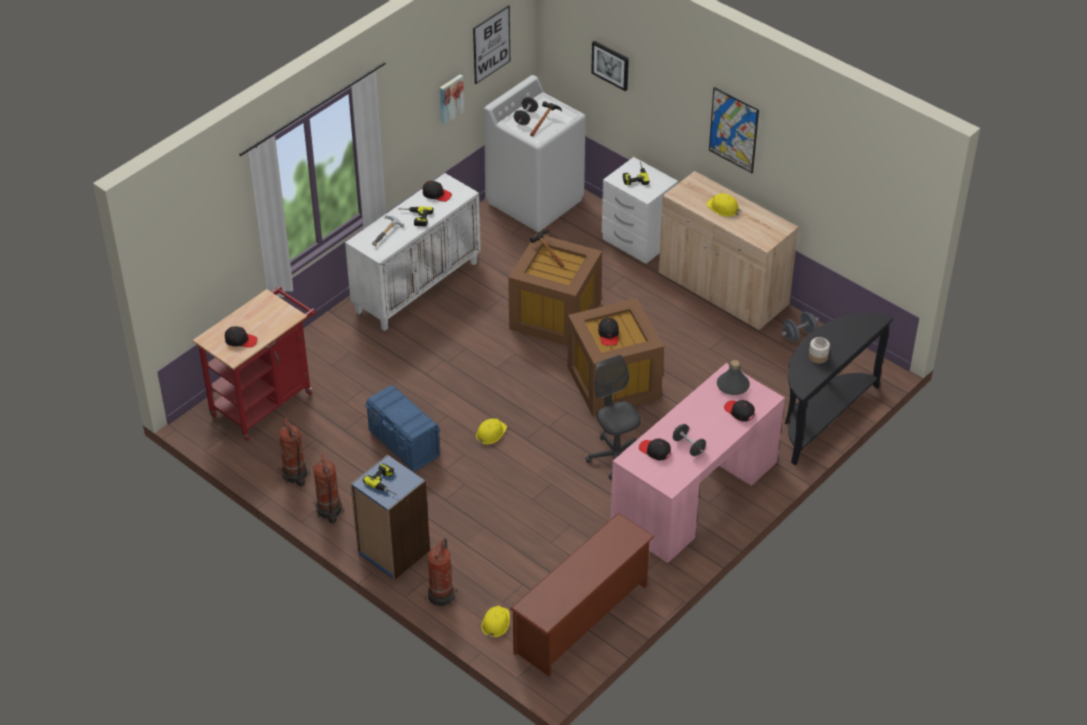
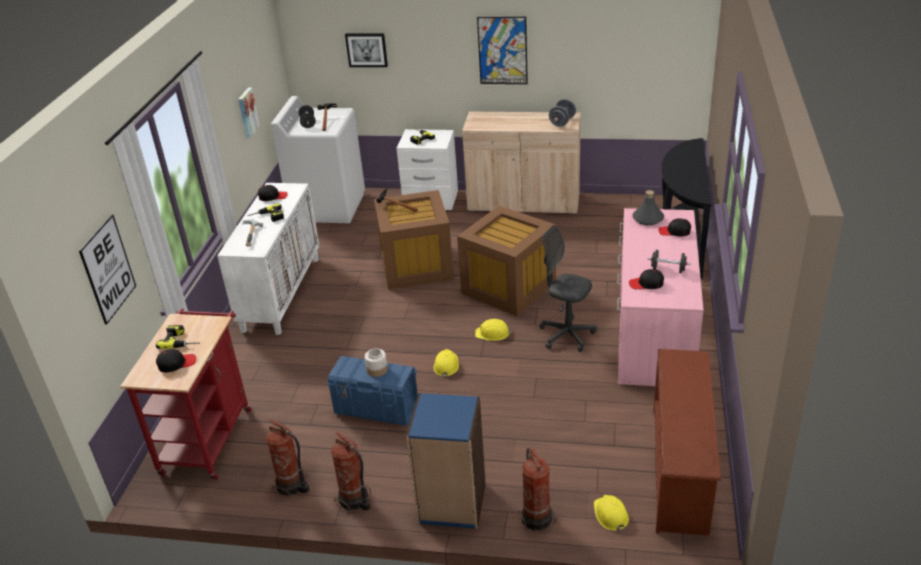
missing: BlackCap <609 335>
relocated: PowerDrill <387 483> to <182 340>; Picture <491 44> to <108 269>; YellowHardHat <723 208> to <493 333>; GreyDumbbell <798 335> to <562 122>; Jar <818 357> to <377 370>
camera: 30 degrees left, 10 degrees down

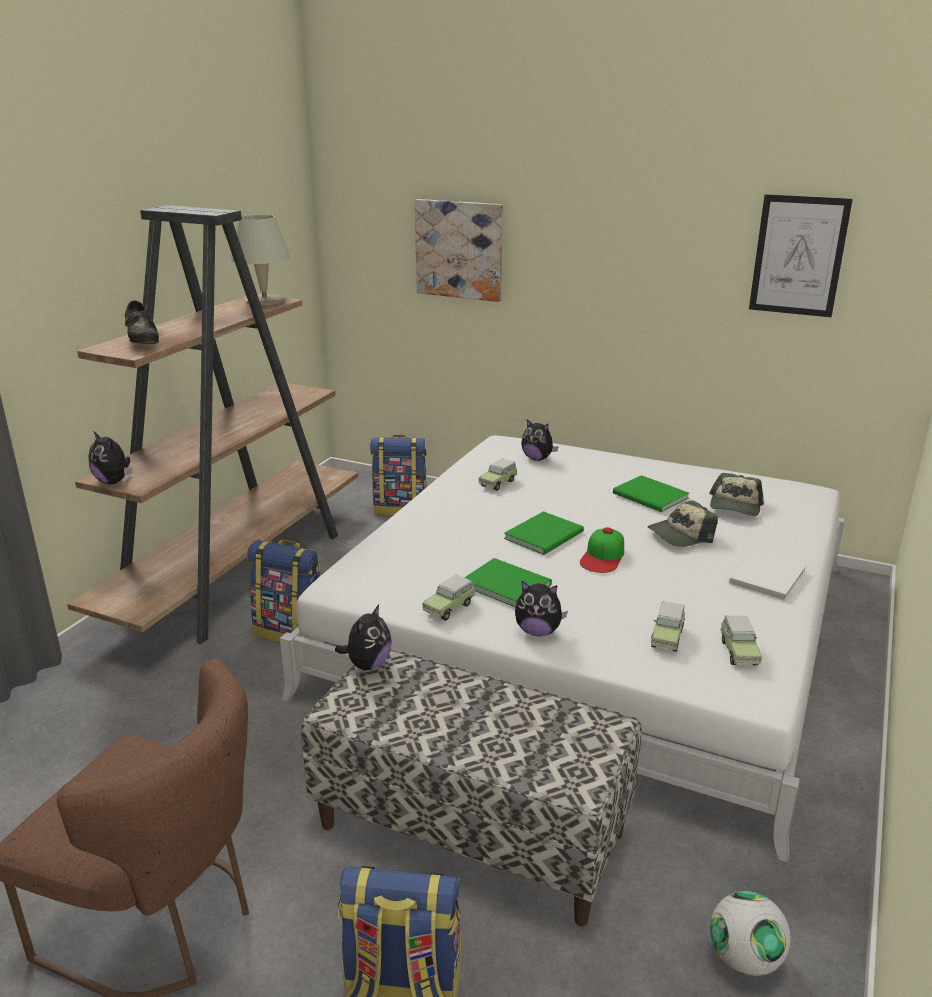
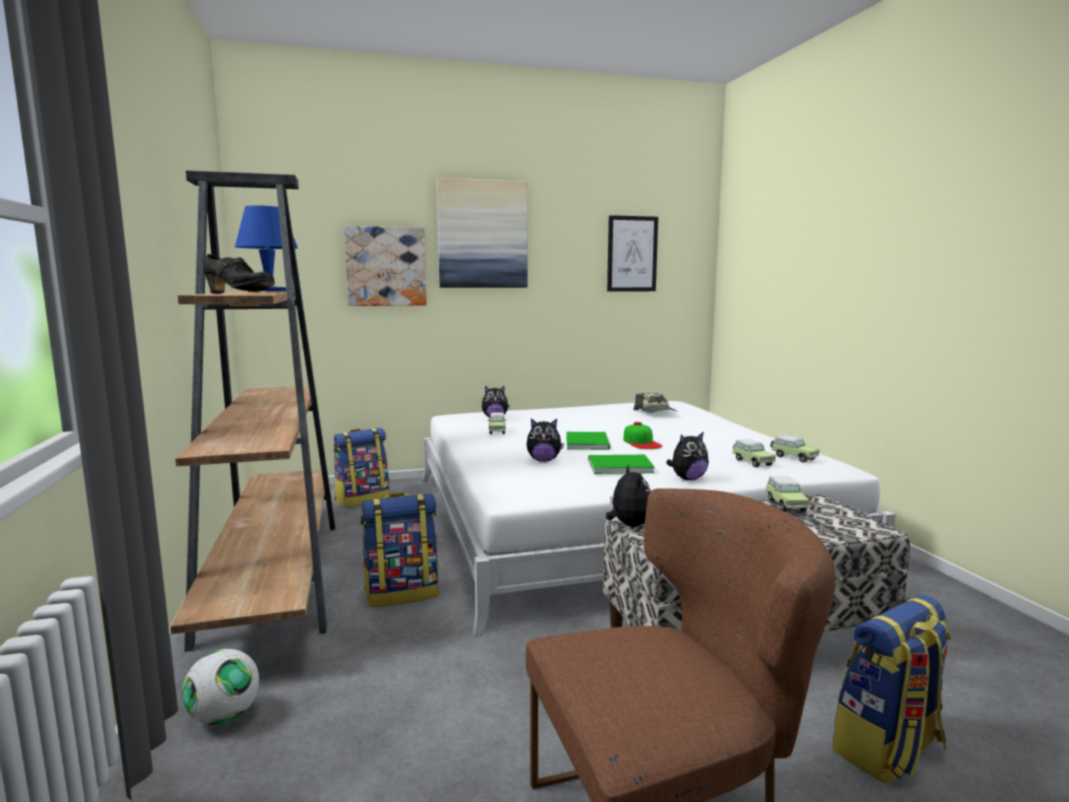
missing: GreenBook <651 497>; Cap <680 535>; WhiteBook <764 577>
appeared: Picture <482 234>
relocated: PlushToy <114 482> to <543 460>; ToyCar <450 607> to <785 505>; Football <744 958> to <224 717>
colour: BeigeTableLamp <264 301> to BlueTableLamp <269 290>
camera: 40 degrees left, 15 degrees down

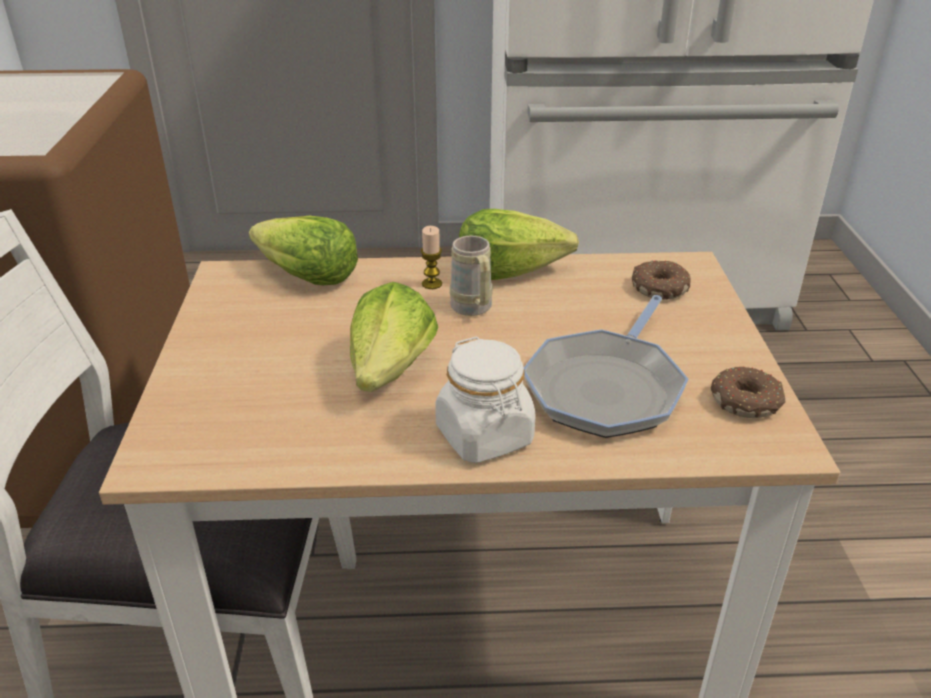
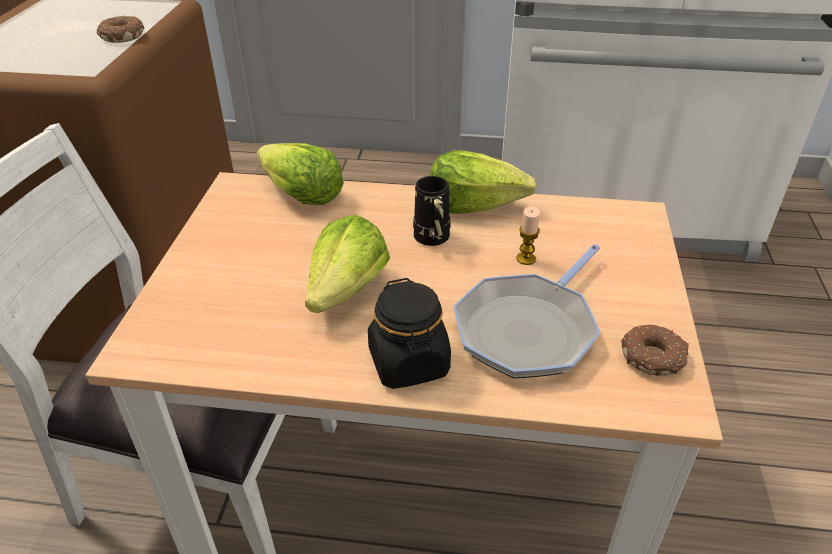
relocated: Candle <432 284> to <526 259>; Donut <658 287> to <122 36>
colour: WhiteJar <485 436> to BlackJar <409 363>; BeigeMug <473 310> to BlackMug <432 240>
camera: 10 degrees right, 5 degrees up

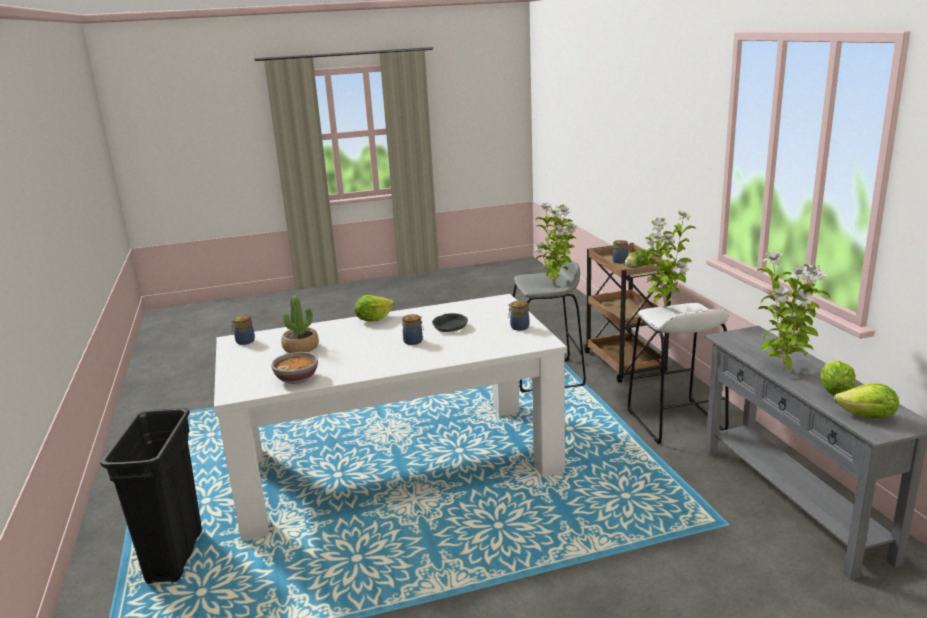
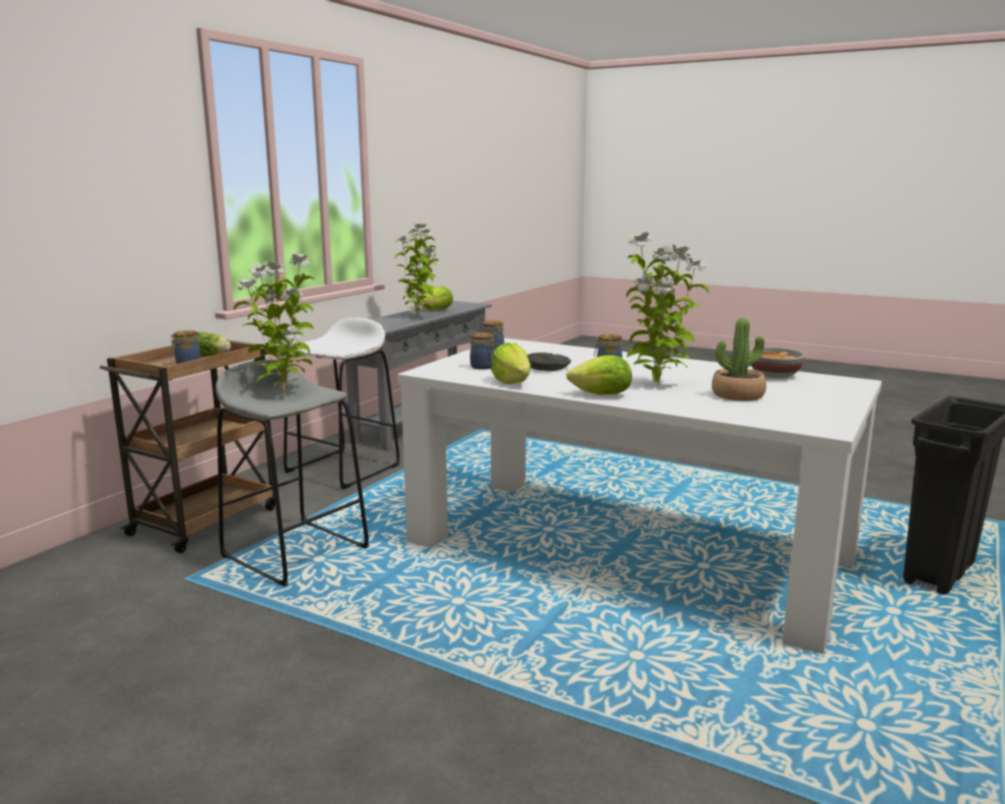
relocated: Jar <244 341> to <483 367>; PottedPlant <663 308> to <657 385>; Lettuce <867 417> to <512 382>
camera: 135 degrees left, 5 degrees down

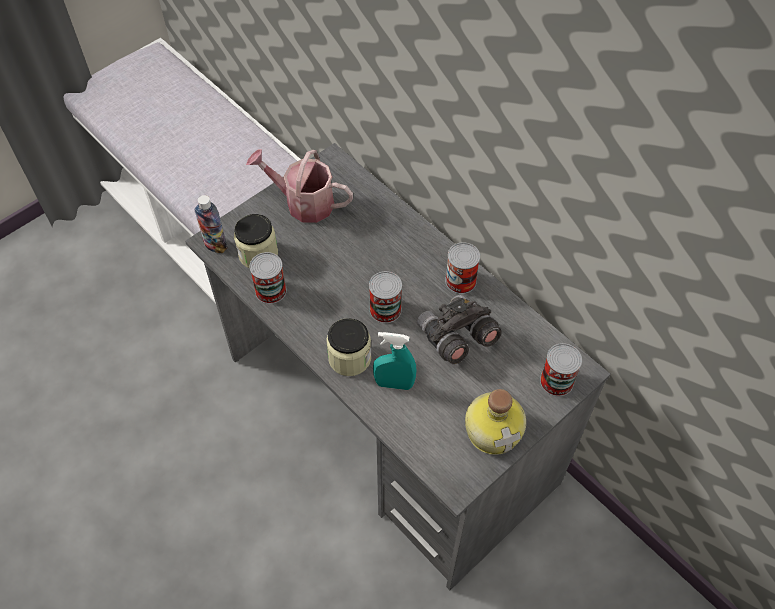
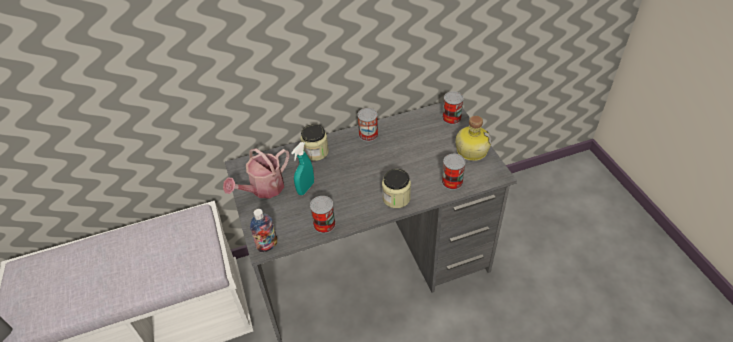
missing: GreyBinoculars <456 338>
relocated: Jar <258 254> to <315 152>; Can <385 309> to <452 181>; TurquoiseSprayBottle <394 384> to <305 188>
camera: 65 degrees left, 10 degrees down

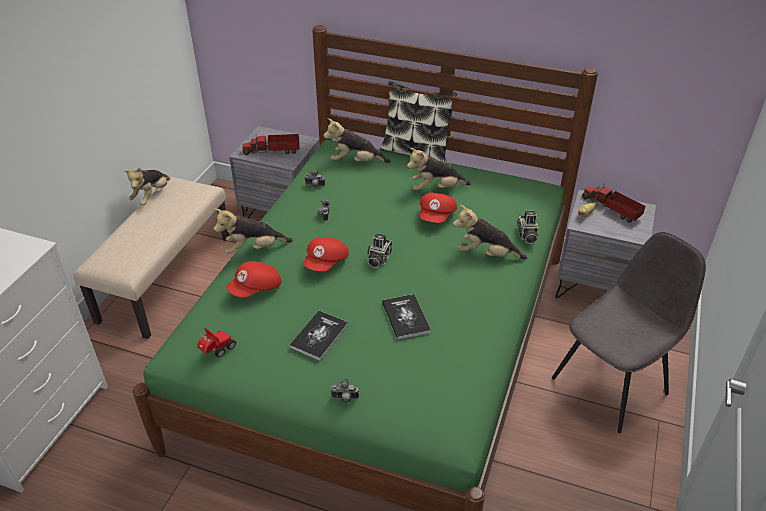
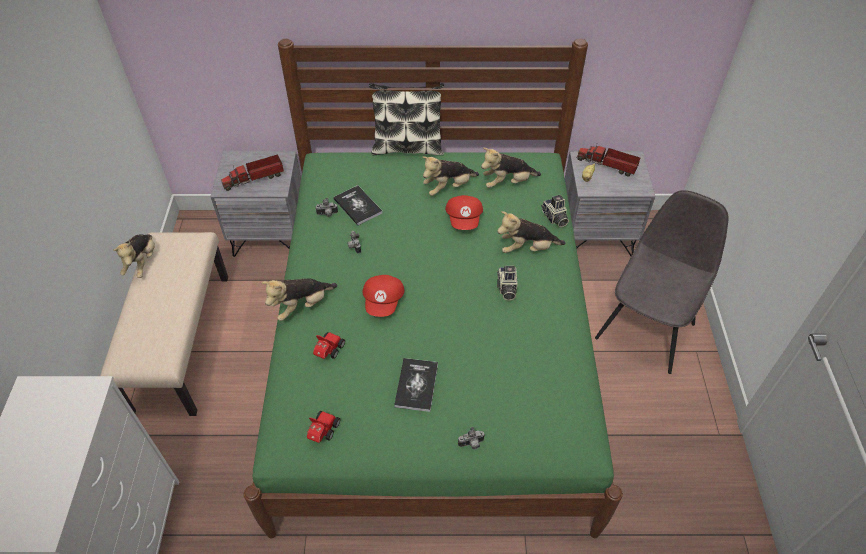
relocated: PlushToy <356 162> to <507 183>; PhotoCamera <378 259> to <506 288>; Book <405 317> to <357 206>
exchanged: RedCap <256 289> to ToyCar <328 351>
camera: 20 degrees left, 10 degrees up

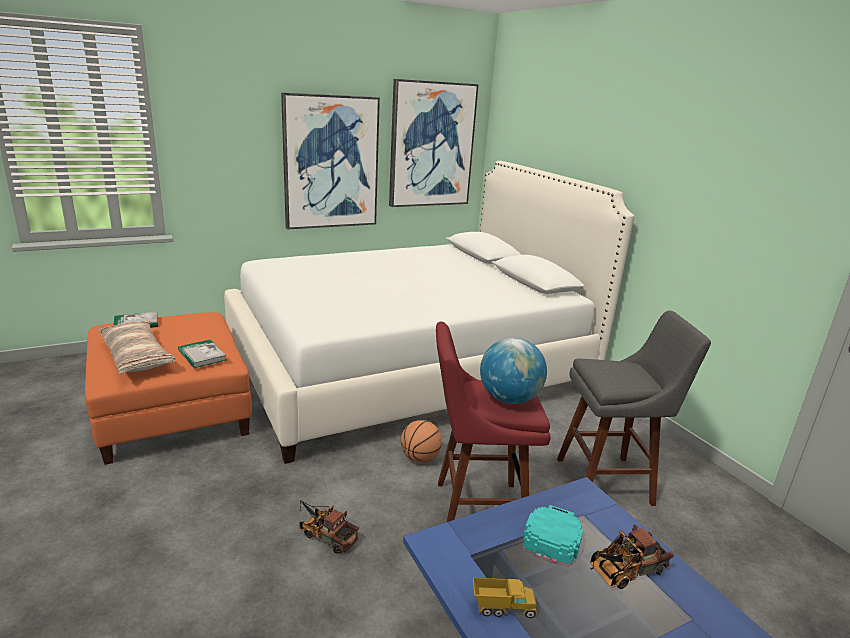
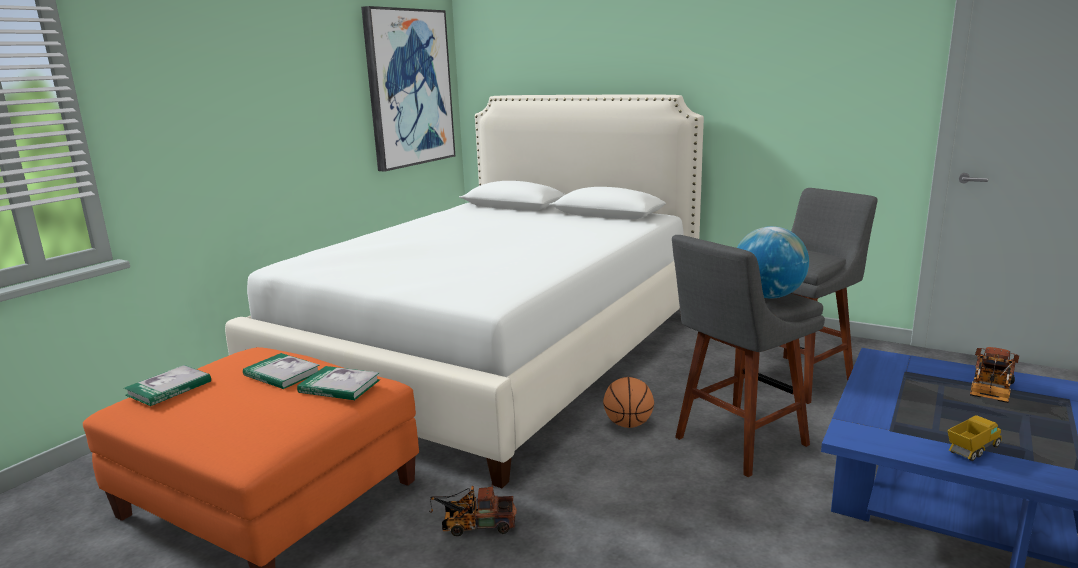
missing: Pillow <137 356>; Picture <330 162>; TurquoiseCap <553 535>
appeared: Book <282 374>
relocated: ToyTruck <325 535> to <474 525>
colour: RedStool <474 509> to GreyStool <736 443>
camera: 30 degrees left, 5 degrees down

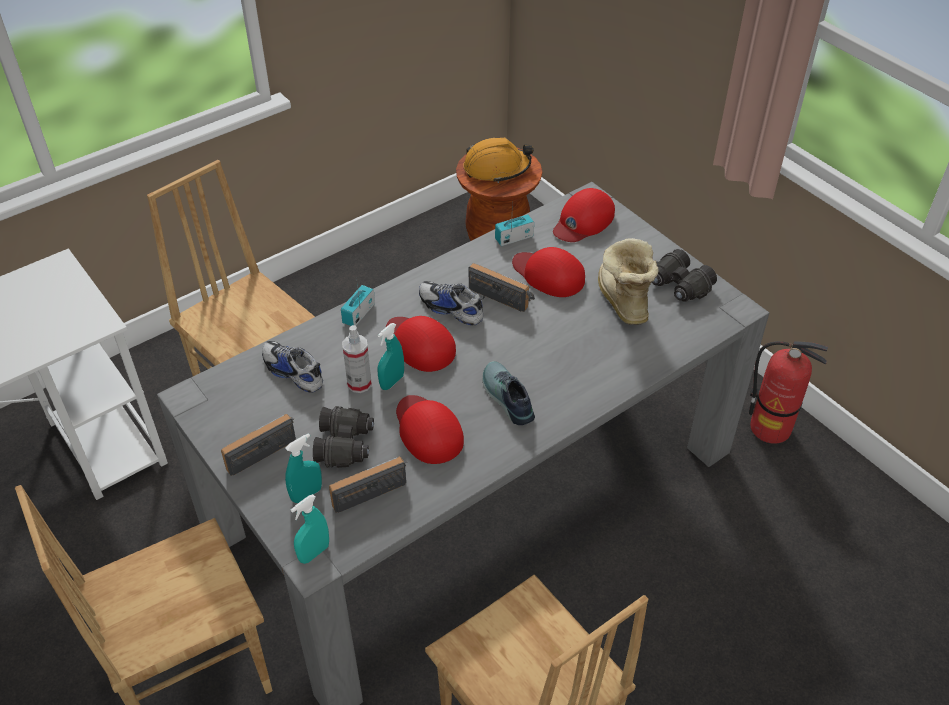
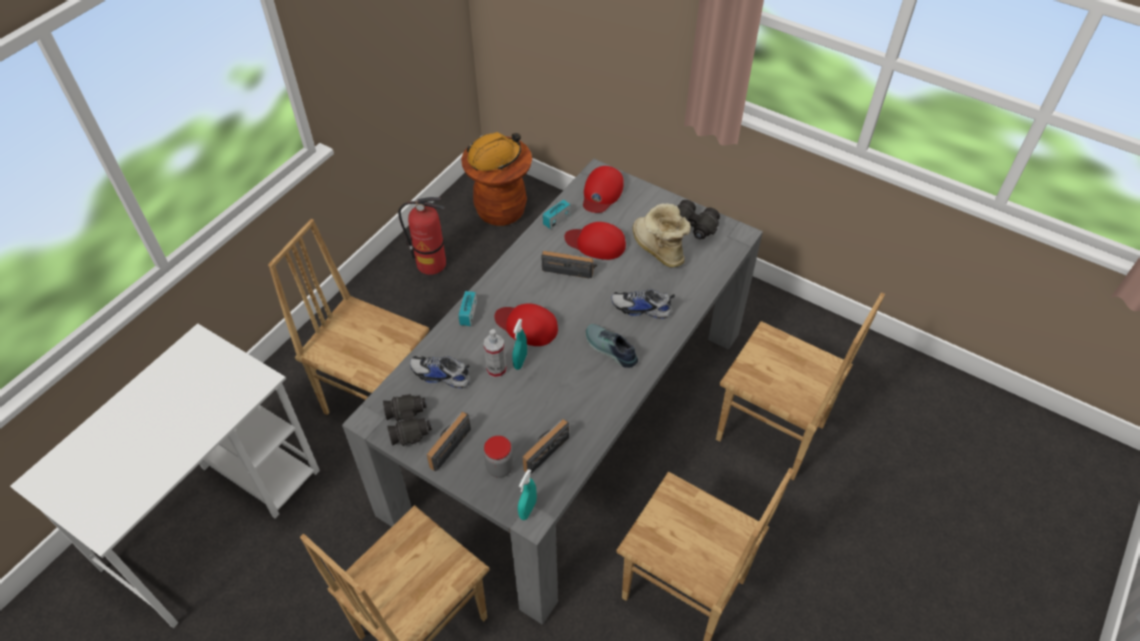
missing: RedCap <427 430>
appeared: BrownChair <770 434>
relocated: BlackBinoculars <345 444> to <409 424>; Shoe <450 308> to <641 308>; FireExtinguisher <770 428> to <431 264>
exchanged: TurquoiseSprayBottle <306 494> to Jar <500 467>
camera: 20 degrees left, 5 degrees up

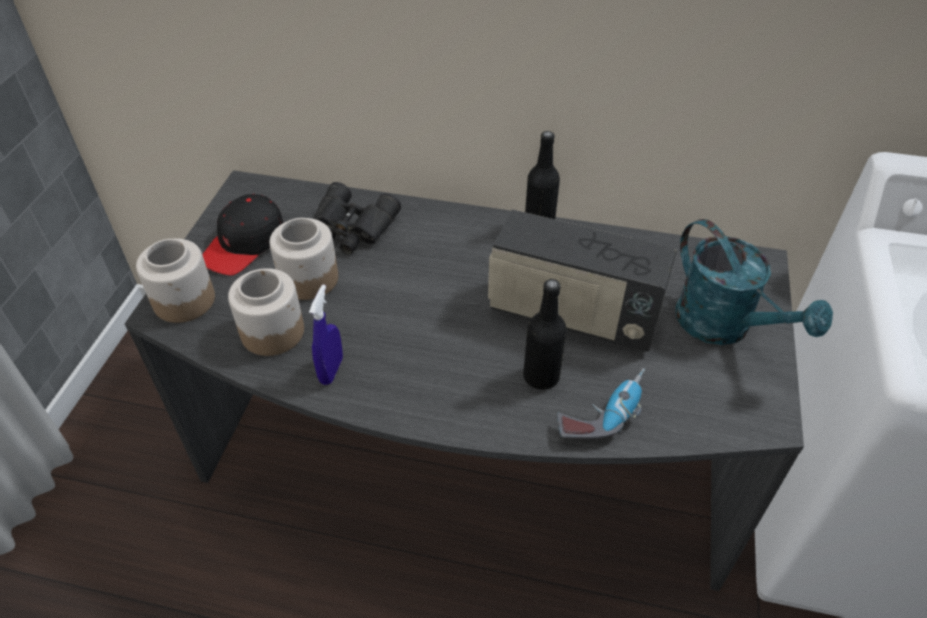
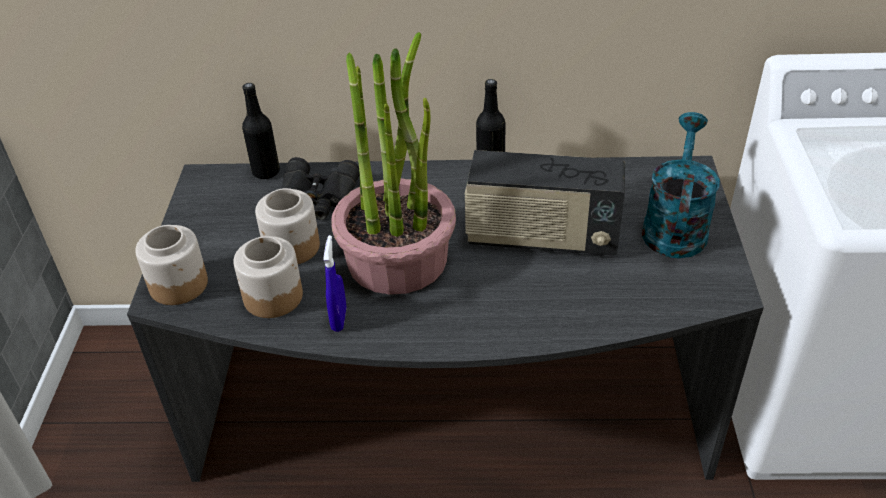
missing: BlackCap <245 244>; PowerDrill <603 412>
appeared: PottedPlant <397 258>
relocated: BlackBottle <541 376> to <266 172>
spun: TurquoiseWateringCan <724 327> = <675 225> 120 degrees counterclockwise
camera: 10 degrees left, 5 degrees down

